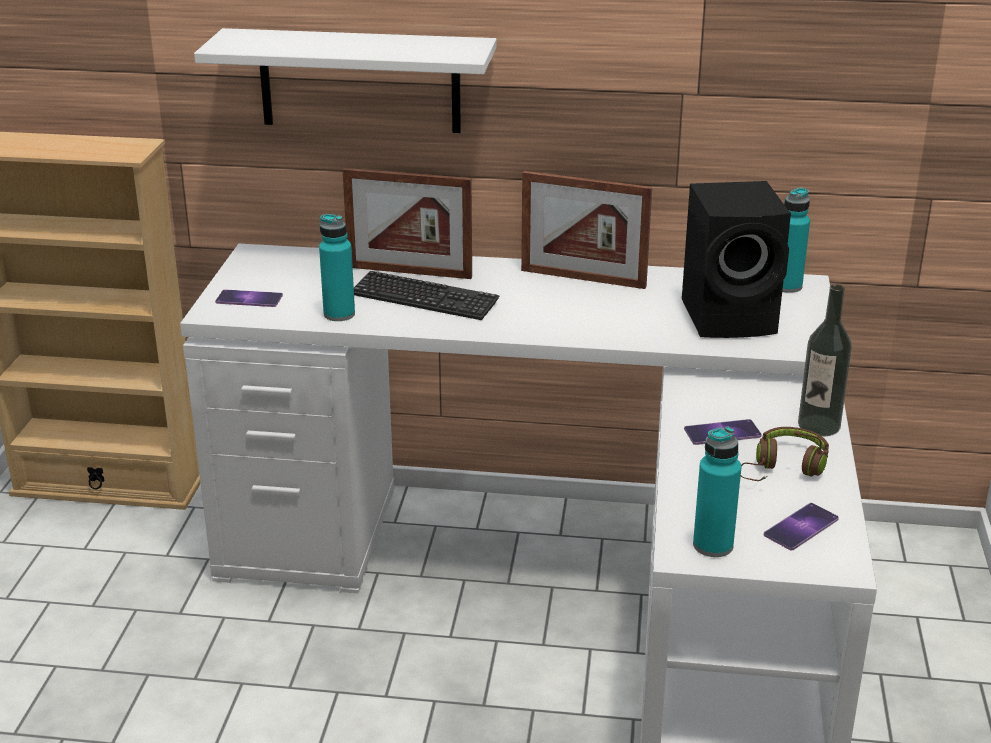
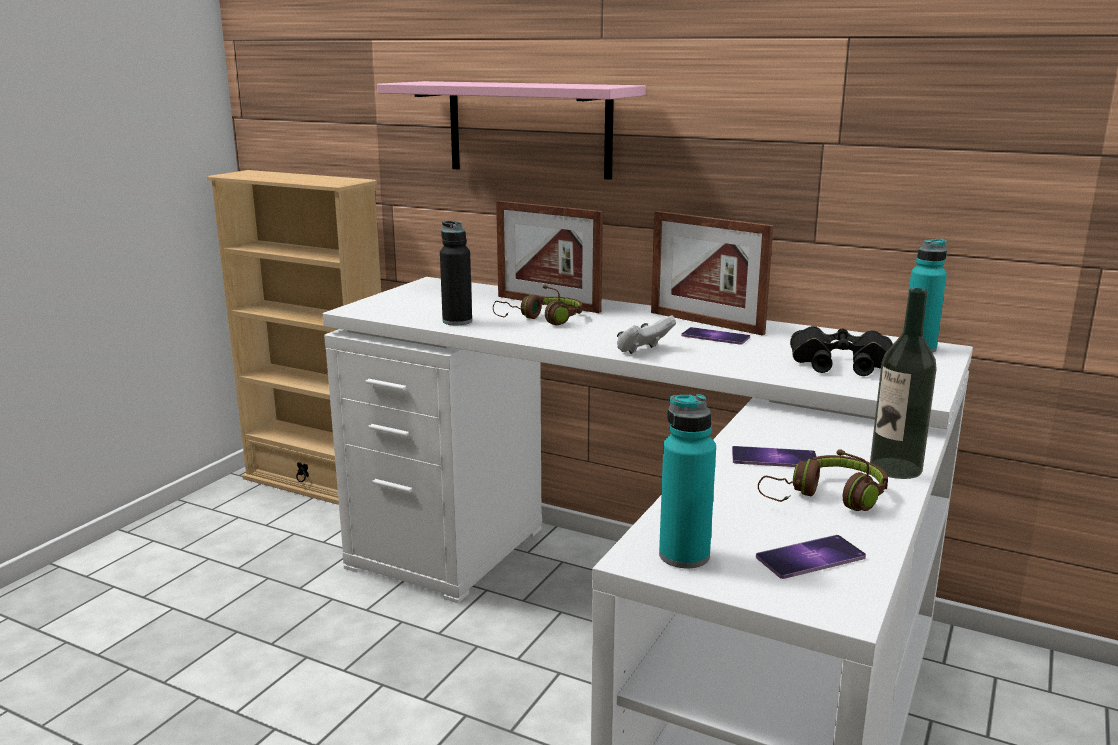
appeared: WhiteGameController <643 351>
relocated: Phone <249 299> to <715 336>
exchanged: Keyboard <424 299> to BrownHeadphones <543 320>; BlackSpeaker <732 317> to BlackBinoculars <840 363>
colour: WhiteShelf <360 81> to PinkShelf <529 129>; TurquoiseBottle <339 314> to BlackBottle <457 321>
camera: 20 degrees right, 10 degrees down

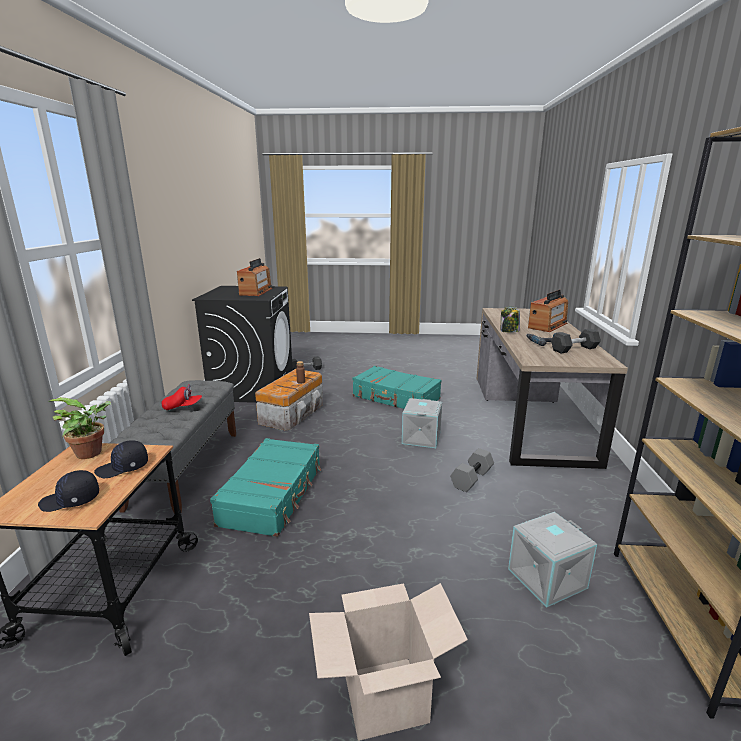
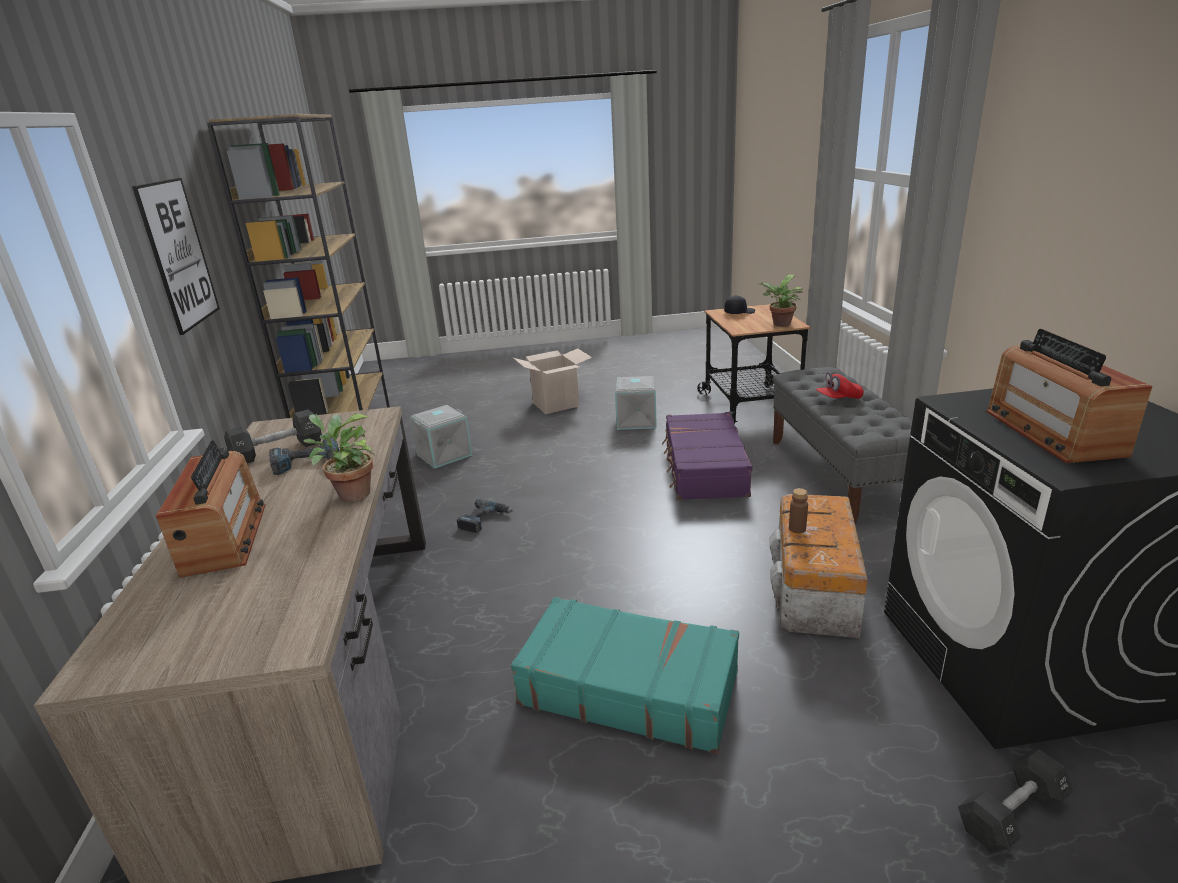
missing: BlackCap <123 468>
appeared: Picture <179 254>
relocated: GreyStorageBox <420 437> to <637 421>
exchanged: GreyDumbbell <471 478> to PowerDrill <484 520>; Jar <509 331> to PottedPlant <351 494>
colour: TurquoiseSuitcase <273 495> to PurpleSuitcase <704 468>
spun: Radio <547 325> = <225 538> 135 degrees clockwise
camera: 170 degrees right, 5 degrees up

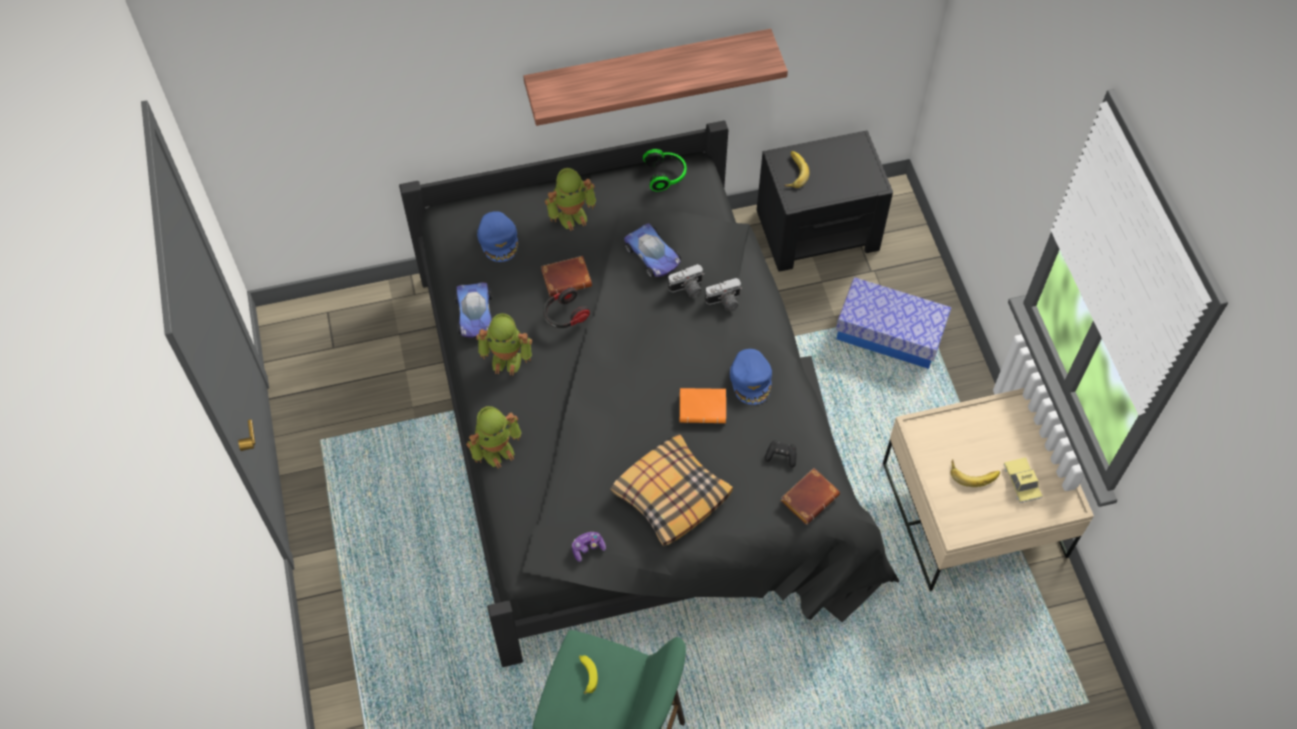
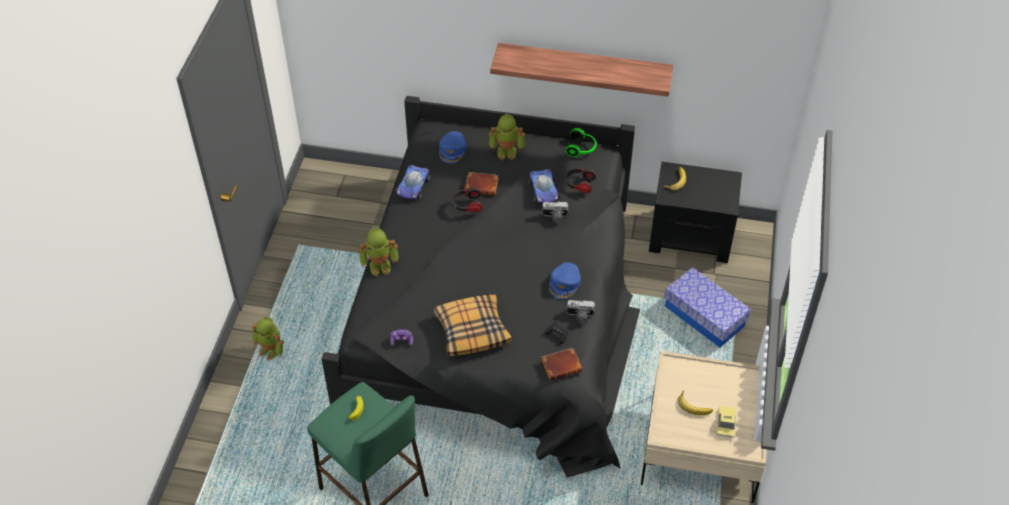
missing: OrangeBook <704 407>
appeared: Headphones <579 184>
relocated: ToyRobot <507 358> to <271 350>; PhotoCamera <724 302> to <580 316>
camera: 25 degrees right, 10 degrees down

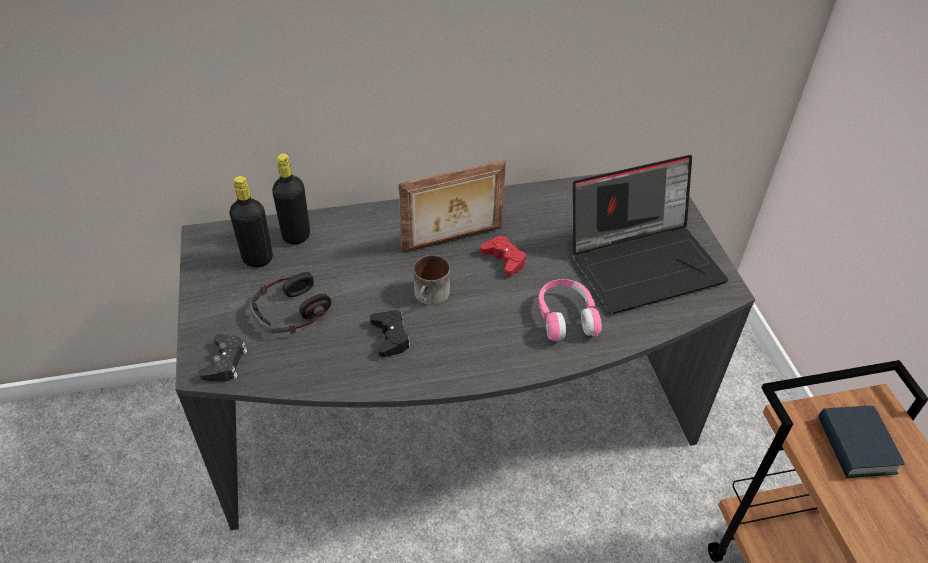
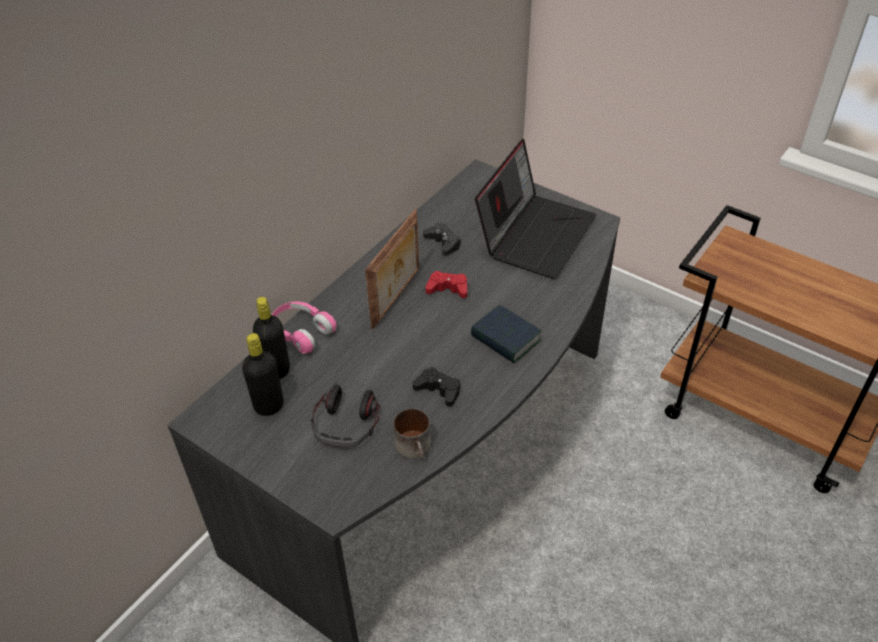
relocated: BlackGameController <225 362> to <443 243>; Mug <431 296> to <416 447>; PinkHeadphones <566 318> to <302 332>; Book <855 446> to <505 339>
camera: 40 degrees left, 0 degrees up

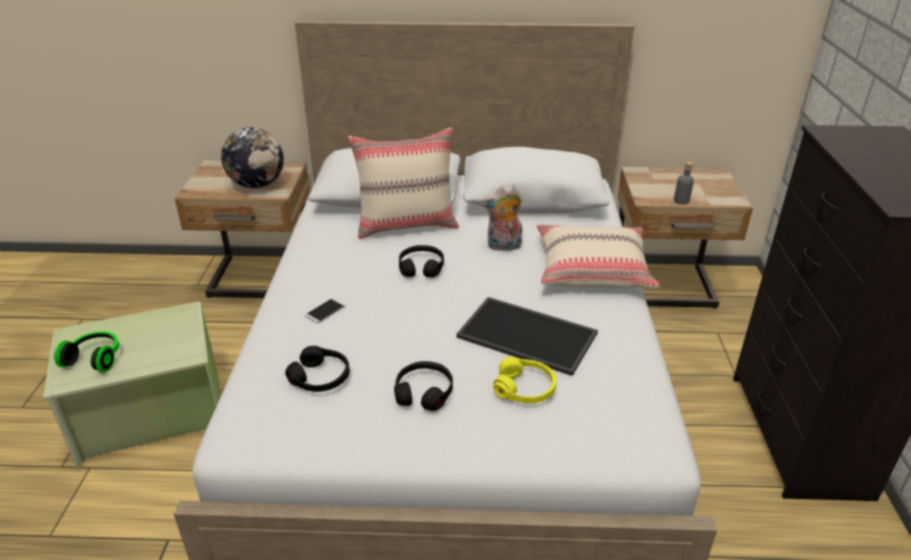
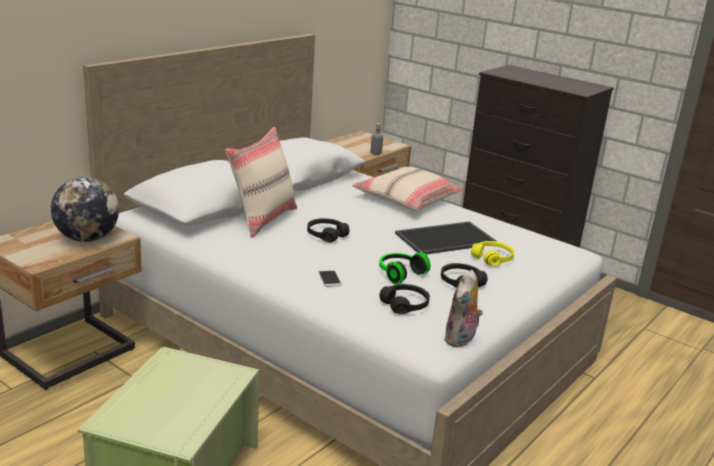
relocated: Headphones <95 358> to <399 274>; PlushToy <503 247> to <461 340>
camera: 55 degrees left, 10 degrees down

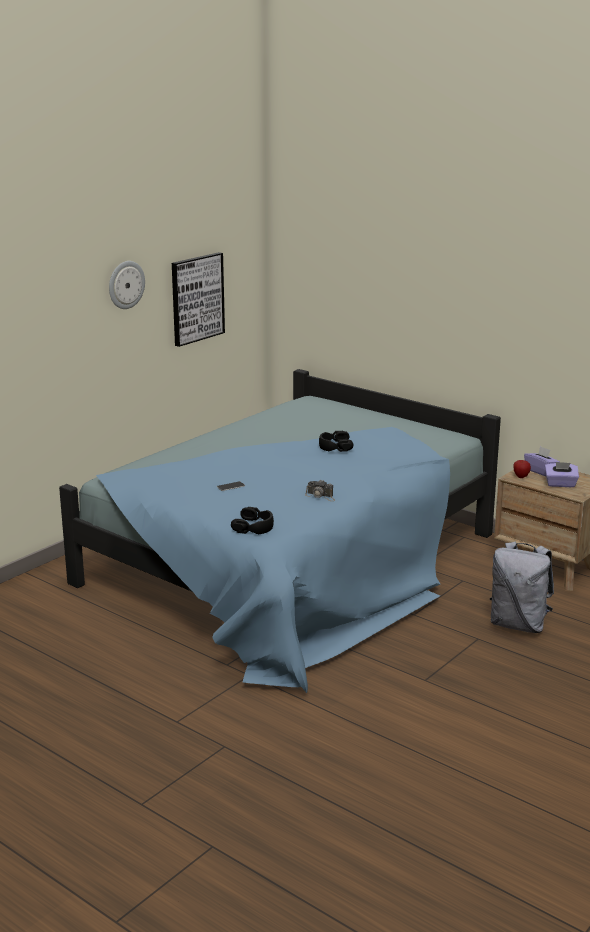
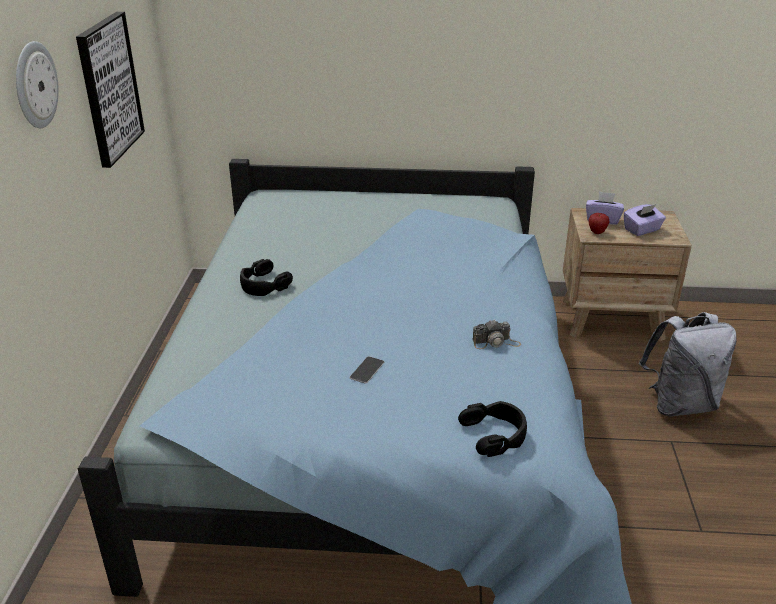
relocated: BlackHeadphones <335 446> to <263 284>
camera: 35 degrees left, 10 degrees up

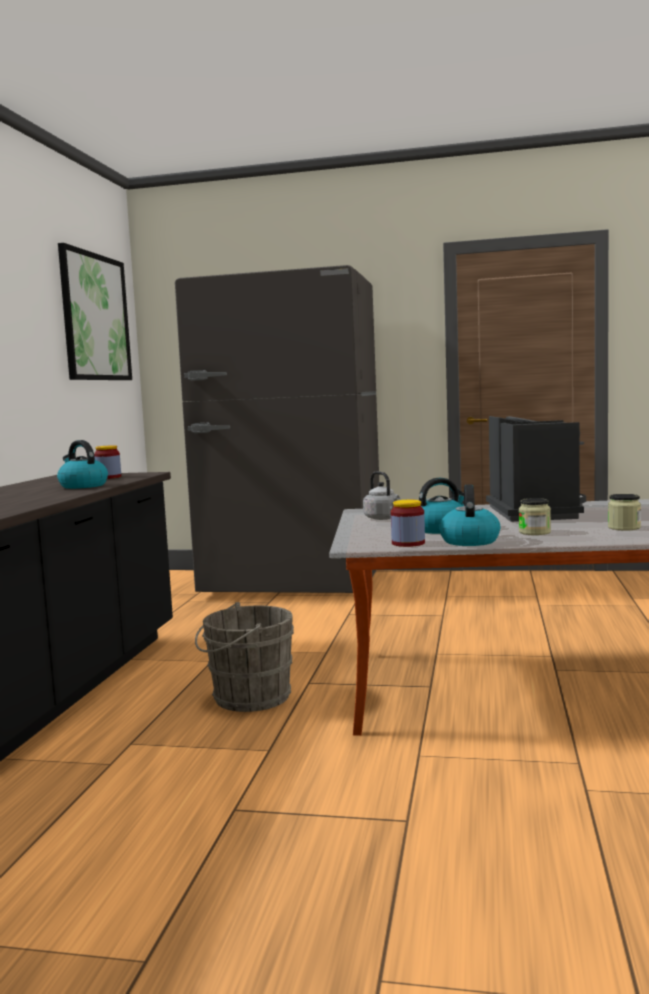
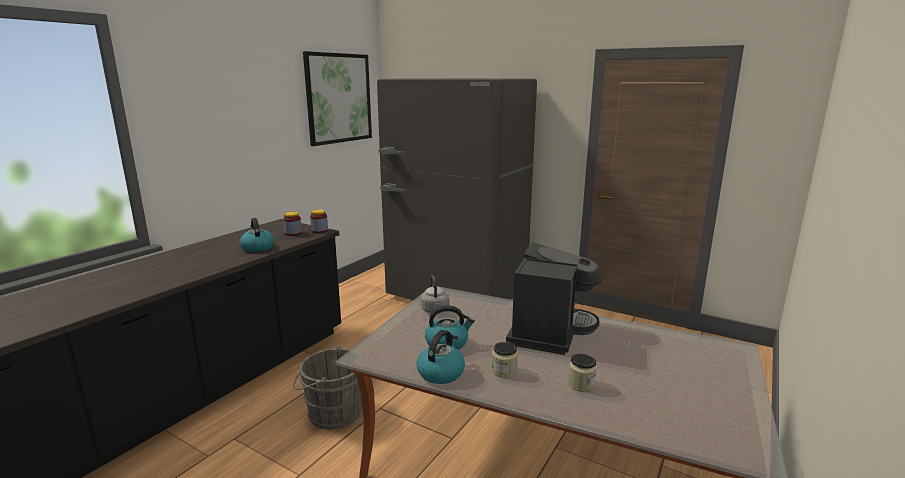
relocated: Jar <408 543> to <319 231>
camera: 20 degrees right, 10 degrees up

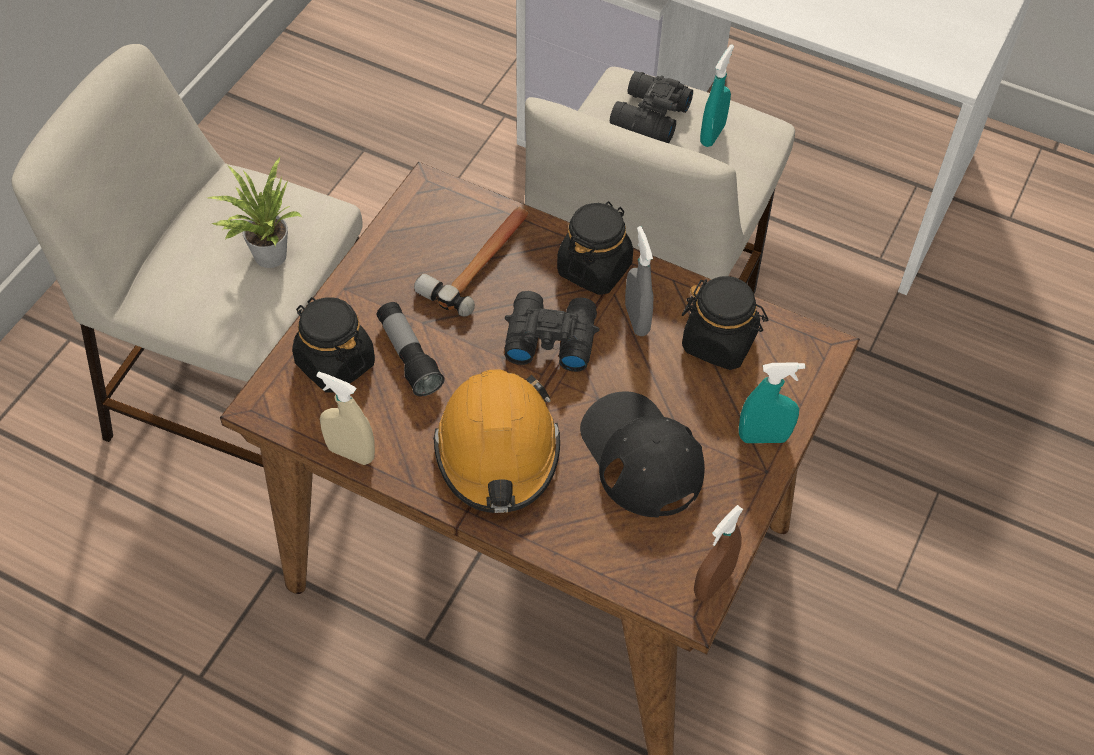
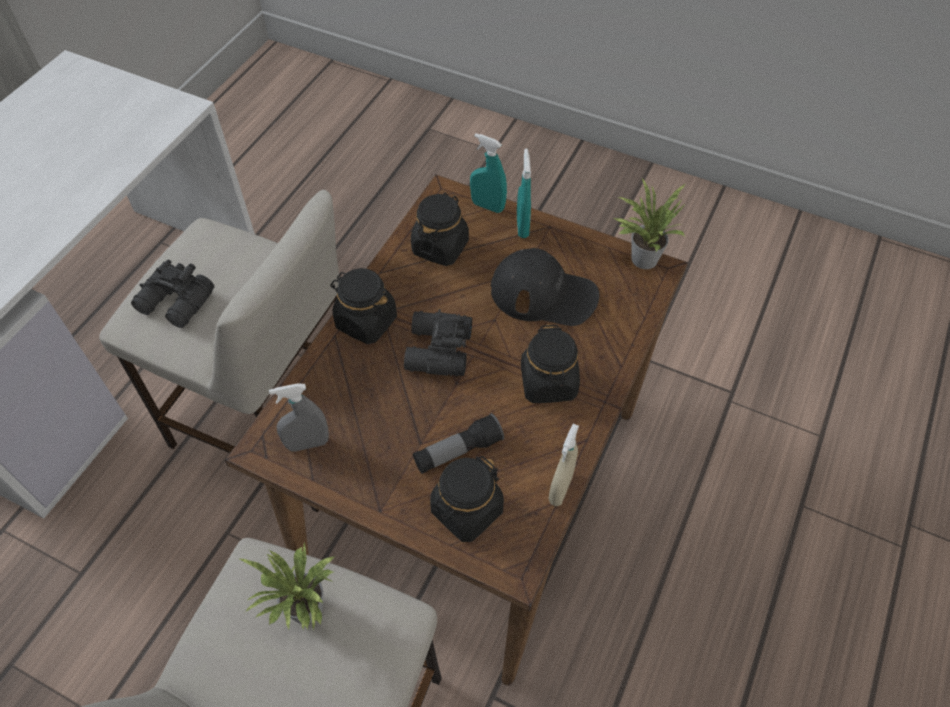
missing: Hammer <481 260>
relocated: GreySprayBottle <636 319> to <307 443>; TurquoiseSprayBottle <712 134> to <487 206>
exchanged: OrangeHardHat <498 451> to BlackJar <548 383>; BrownSprayBottle <713 583> to PottedPlant <641 257>
spun: BlackCap <641 456> = <544 294> 135 degrees counterclockwise
camera: 90 degrees left, 0 degrees up

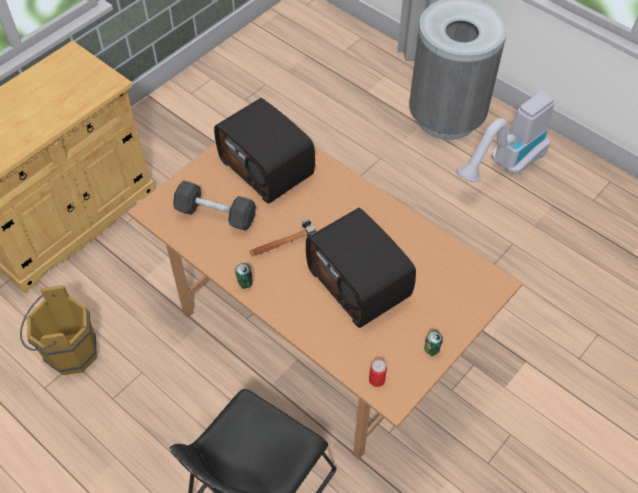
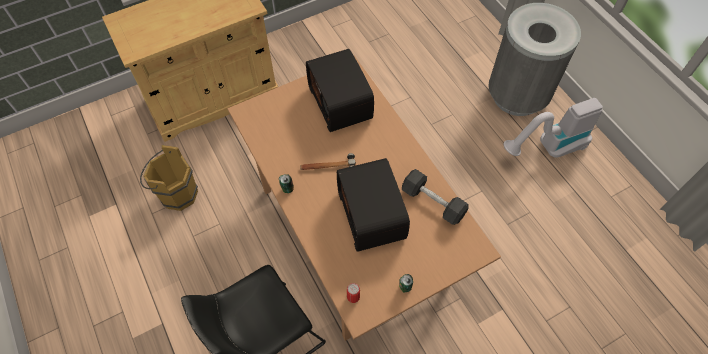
relocated: BlackDumbbell <216 214> to <433 202>
camera: 20 degrees right, 5 degrees up

